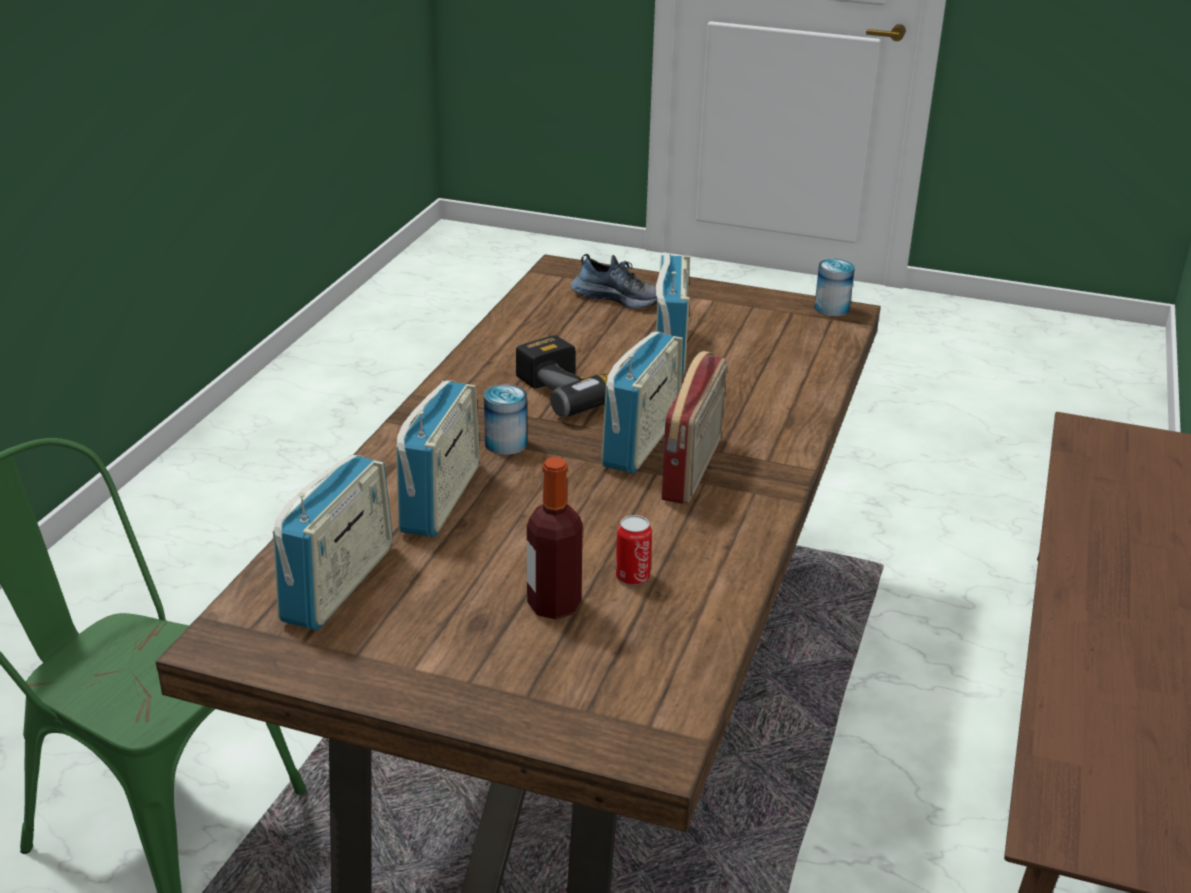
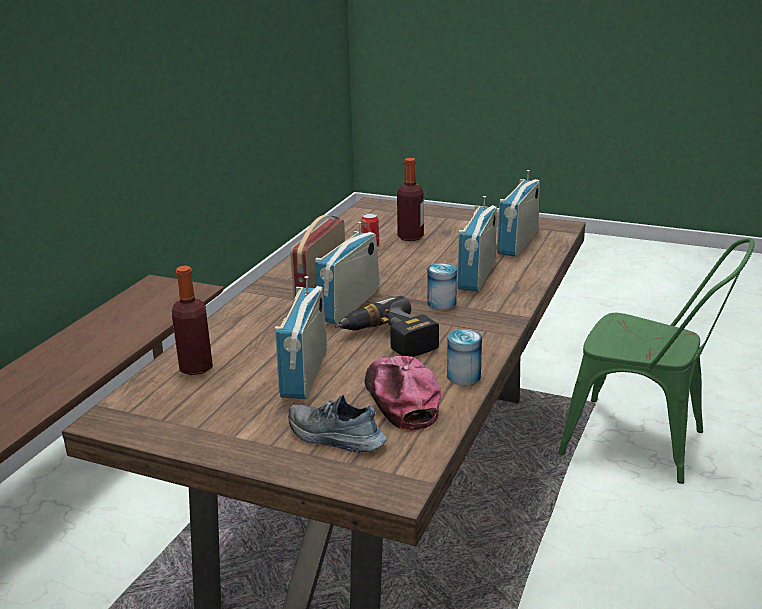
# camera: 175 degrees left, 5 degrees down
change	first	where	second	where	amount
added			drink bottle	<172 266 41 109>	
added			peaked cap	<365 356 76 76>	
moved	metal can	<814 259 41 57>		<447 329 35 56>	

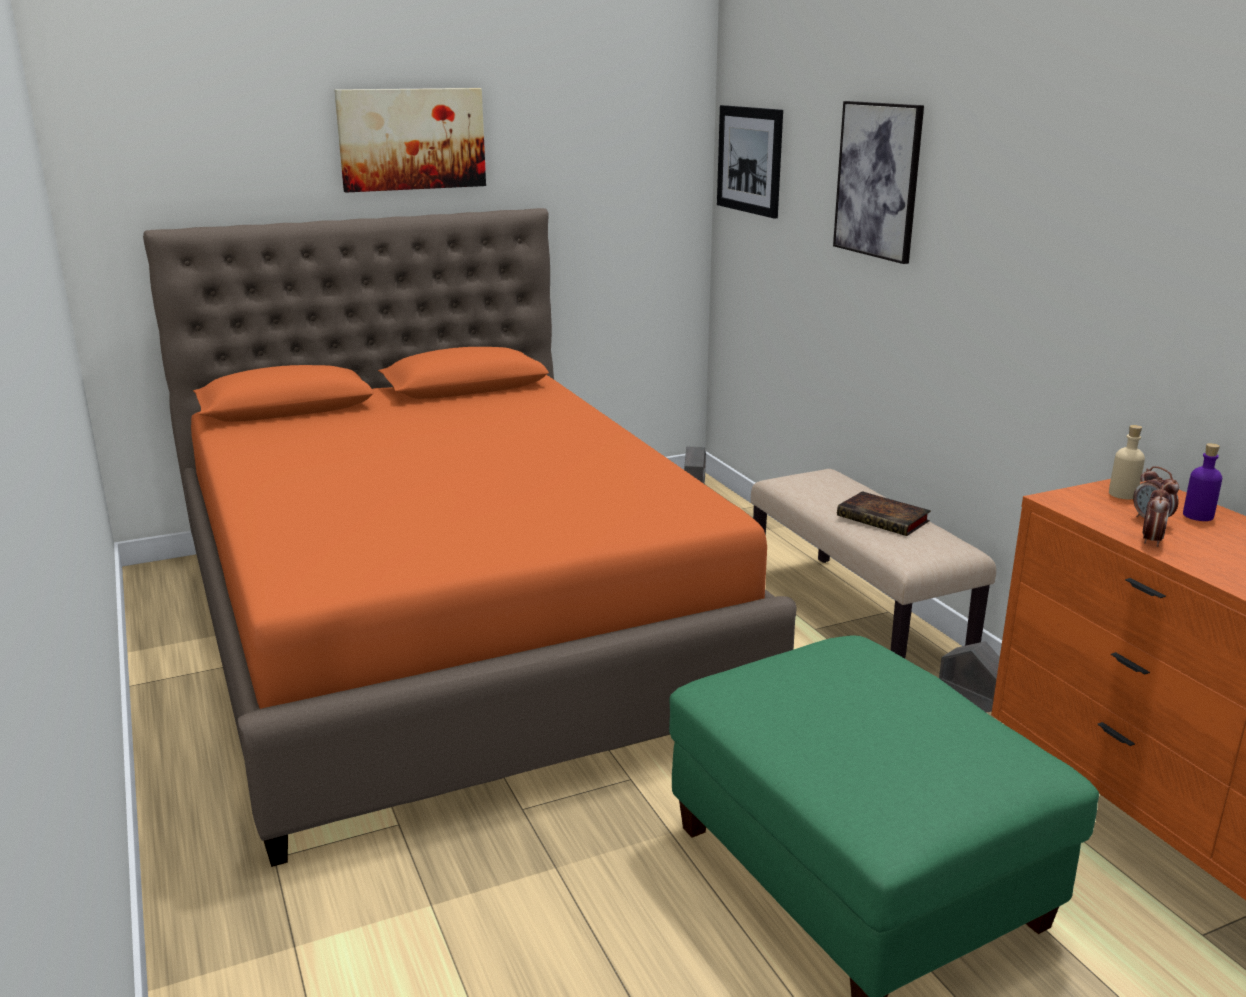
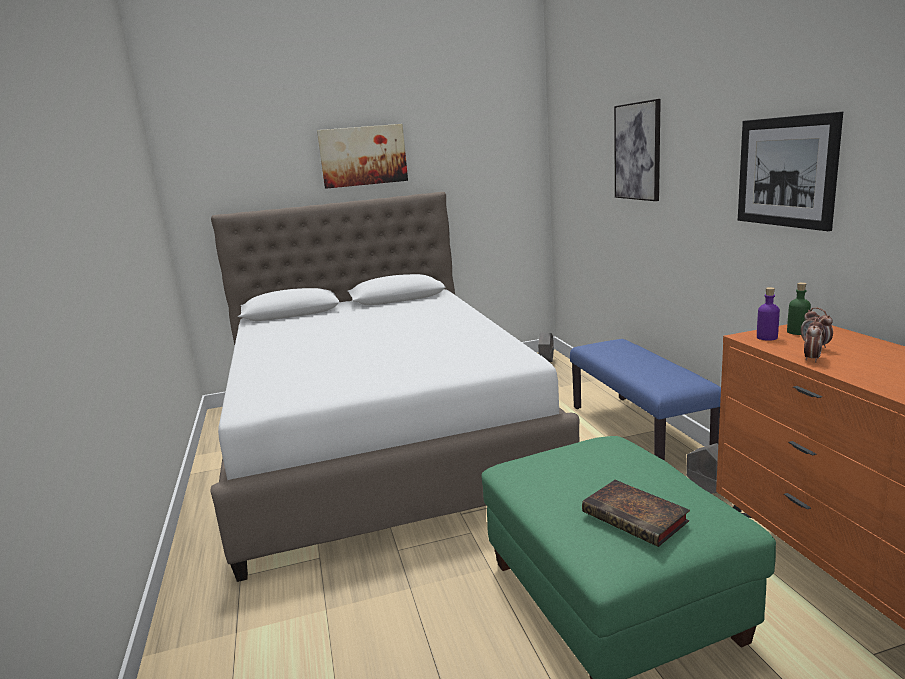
# camera: 10 degrees right, 5 degrees down
change	first	where	second	where	amount
recoloured	orange-coloured bedroom bed	<143 208 654 659>	white bedroom bed	<210 192 370 390>	
recoloured	beige-coloured indoor bench	<751 469 245 190>	bluish indoor bench	<570 339 151 122>	
moved	bound book	<837 491 94 45>		<582 480 108 67>	
moved	wall picture	<717 105 66 113>		<738 112 105 119>	
moved	purple-coloured drink bottle	<1183 443 39 78>		<757 287 23 54>	
recoloured	beige-coloured drink bottle	<1109 425 36 74>	greenish drink bottle	<787 282 24 53>	

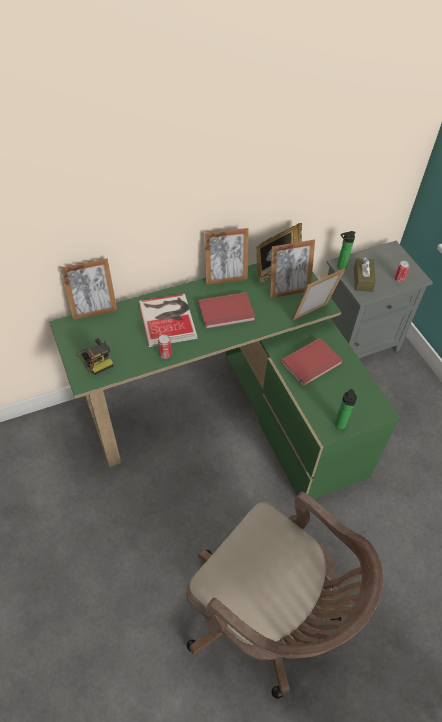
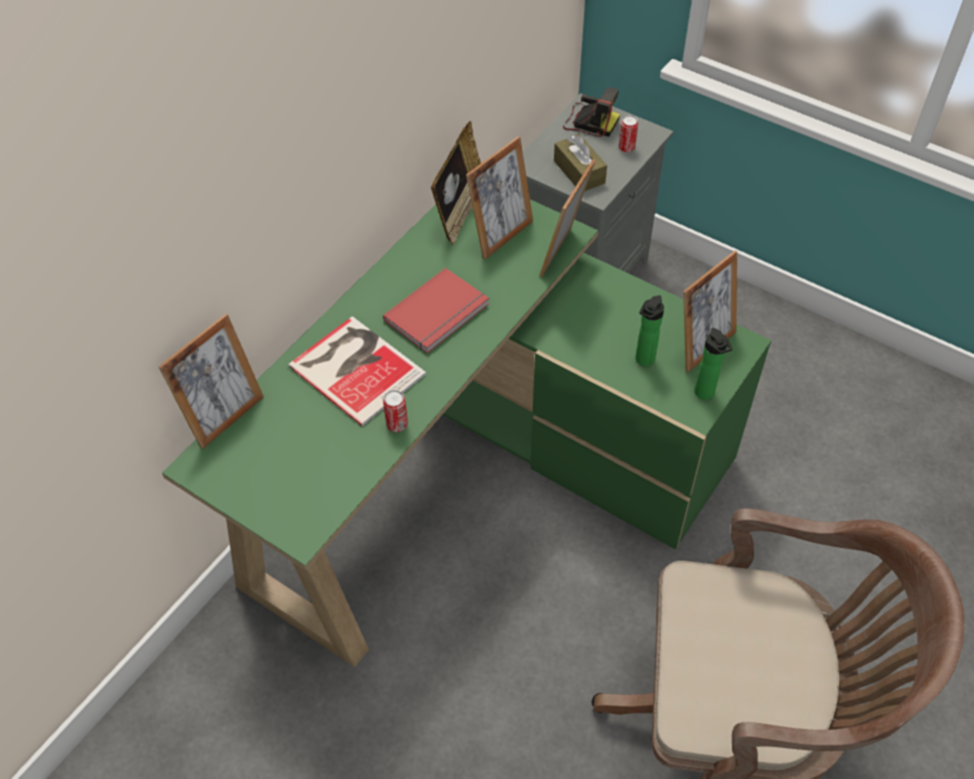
# camera: 30 degrees left, 0 degrees up
change	first	where	second	where	amount
moved	still camera	<76 338 37 37>		<563 87 57 50>	
moved	drink bottle	<337 231 18 39>		<635 295 29 71>	
moved	standing frame	<204 228 45 57>		<683 251 54 122>	
removed	red bound book	<281 338 62 49>			

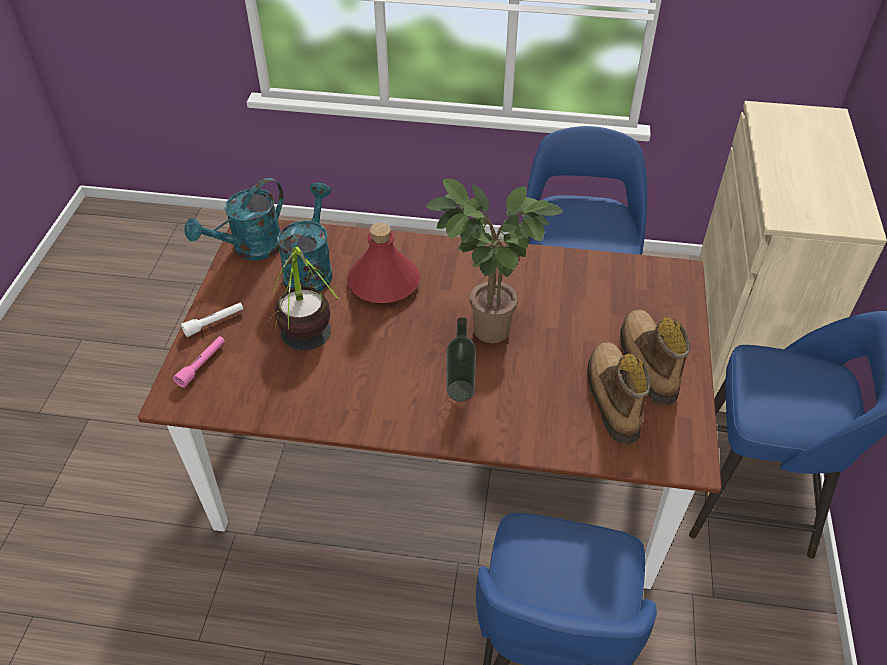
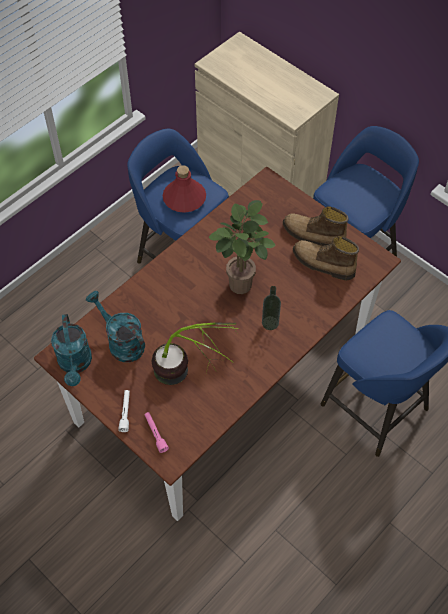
# camera: 55 degrees left, 10 degrees up
change	first	where	second	where	amount
moved	red drink bottle	<347 223 73 80>		<163 165 43 48>	

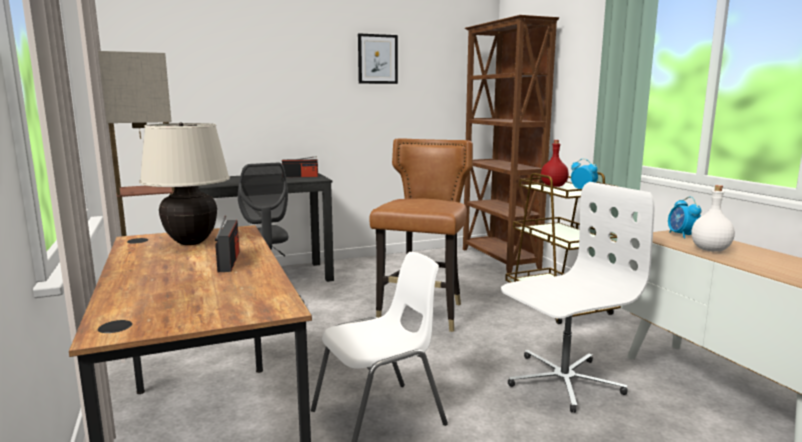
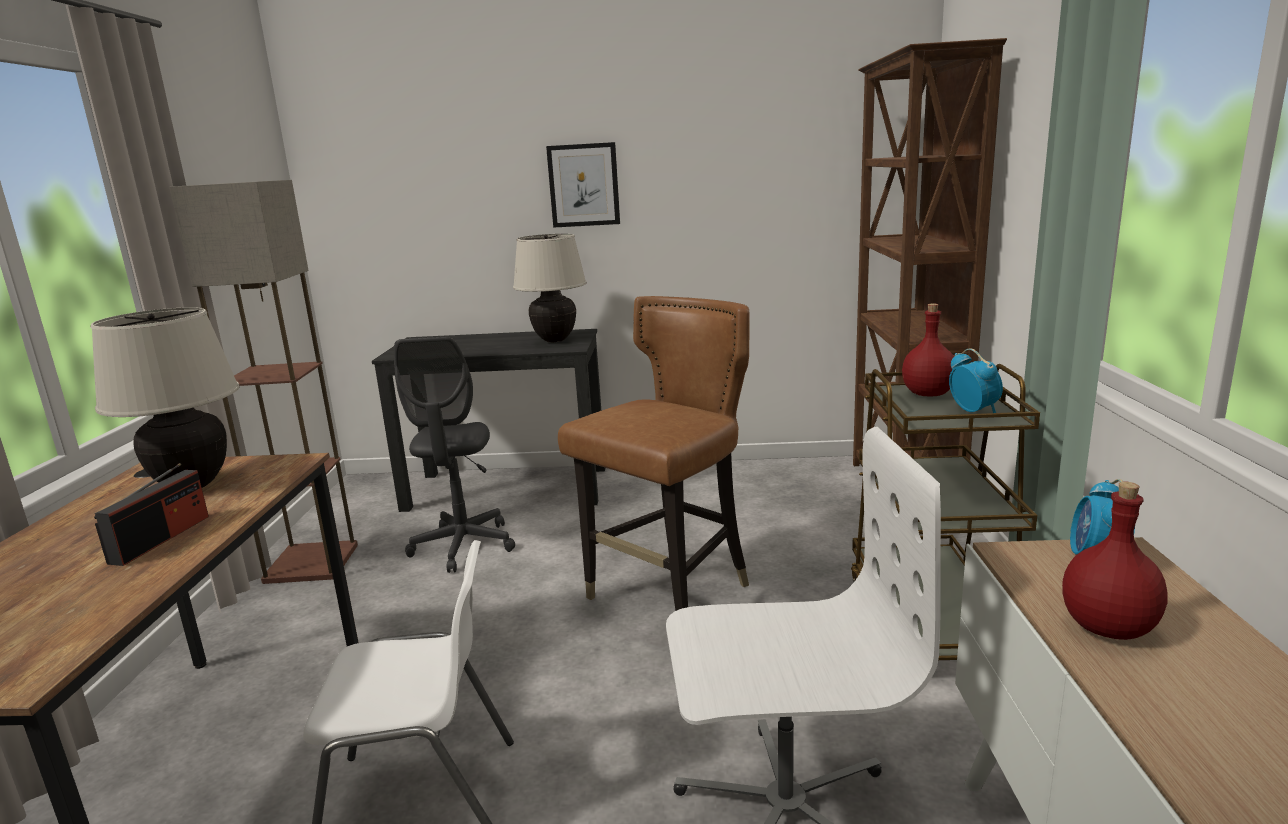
# camera: 25 degrees right, 5 degrees up
change	first	where	second	where	amount
replaced	radio	<282 156 36 21>	beige-coloured table lamp	<513 234 74 108>	
moved	wall picture	<358 33 40 51>		<546 142 74 86>	
recoloured	white drink bottle	<691 185 44 67>	red drink bottle	<1062 482 106 158>	

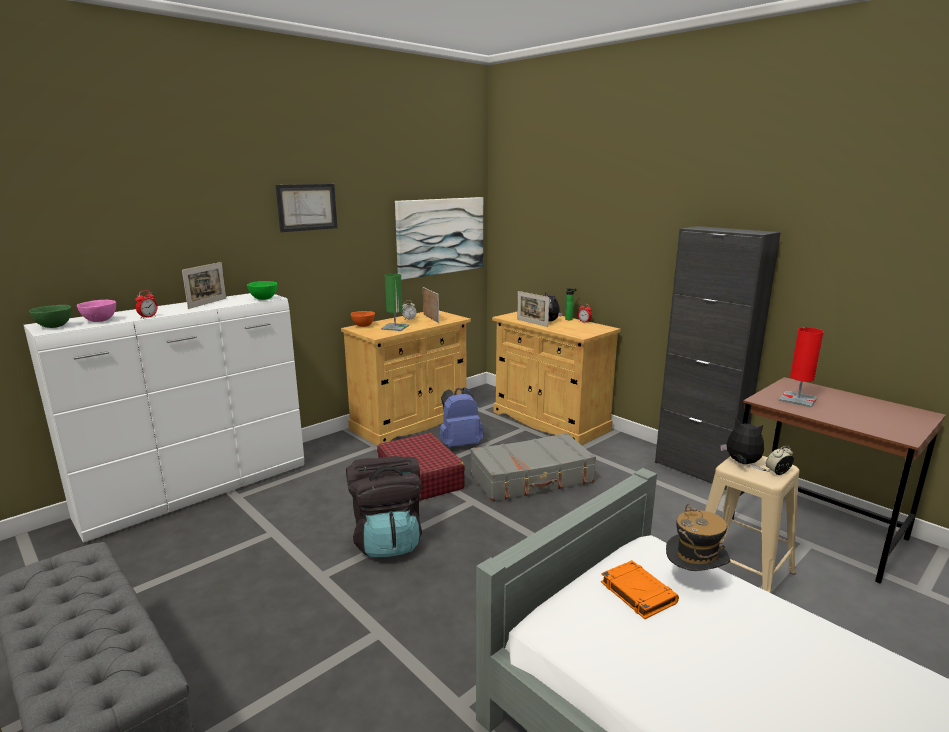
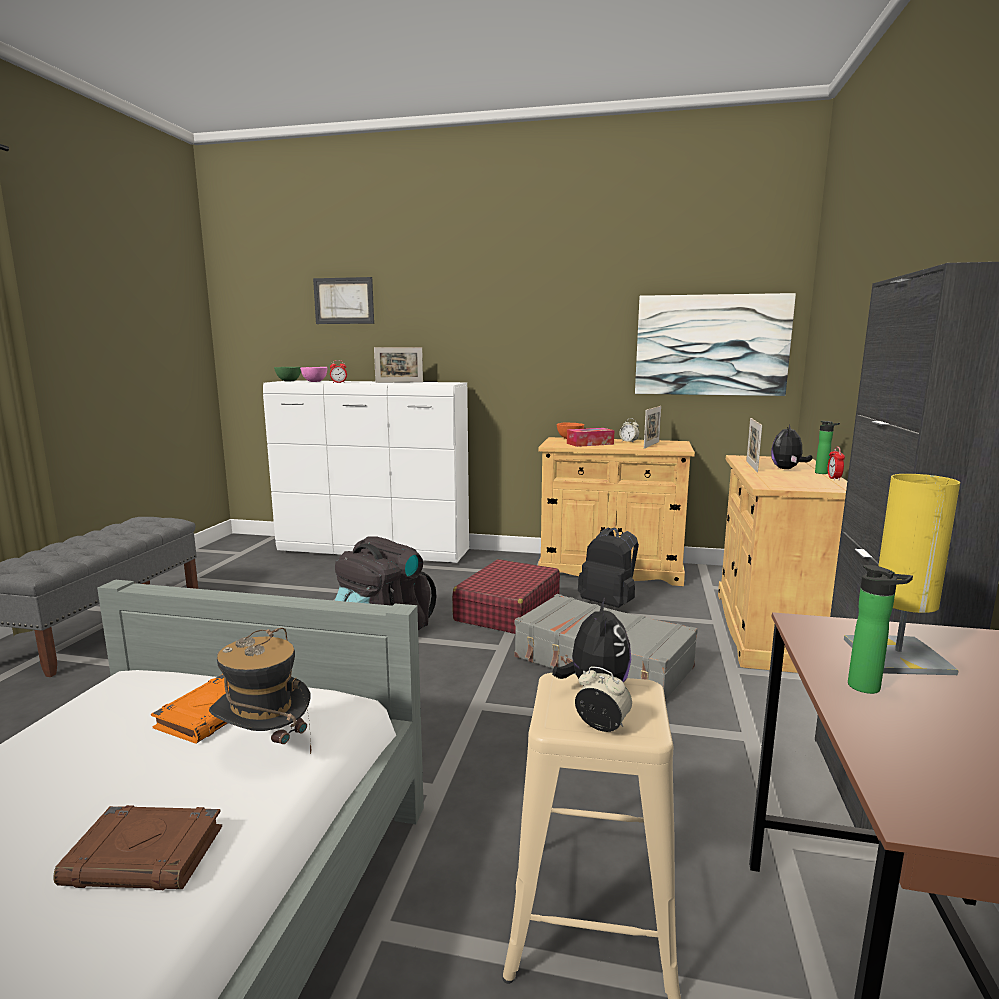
# camera: 55 degrees right, 5 degrees down
change	first	where	second	where	amount
added			brown bound book	<53 805 169 85>	
moved	wall picture	<276 184 61 48>		<313 277 61 47>	
replaced	greenish table lamp	<381 274 28 57>	box of tissues	<567 428 47 19>	
recoloured	bluish backpack	<440 387 43 60>	black-coloured backpack	<578 527 61 81>	
recoloured	red table lamp	<779 327 45 81>	yellowish table lamp	<844 474 116 201>	
added			drink bottle	<848 565 65 129>	
removed	greenish serving bowl	<247 281 30 19>			

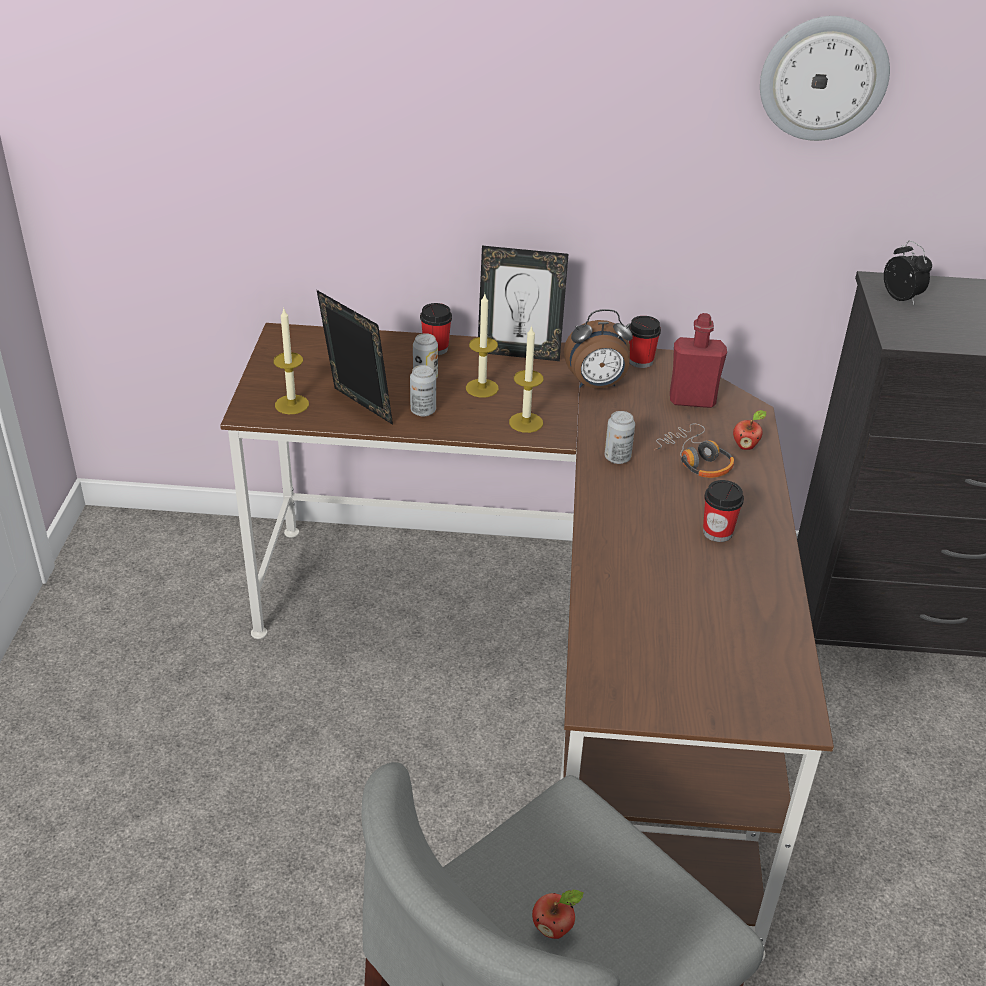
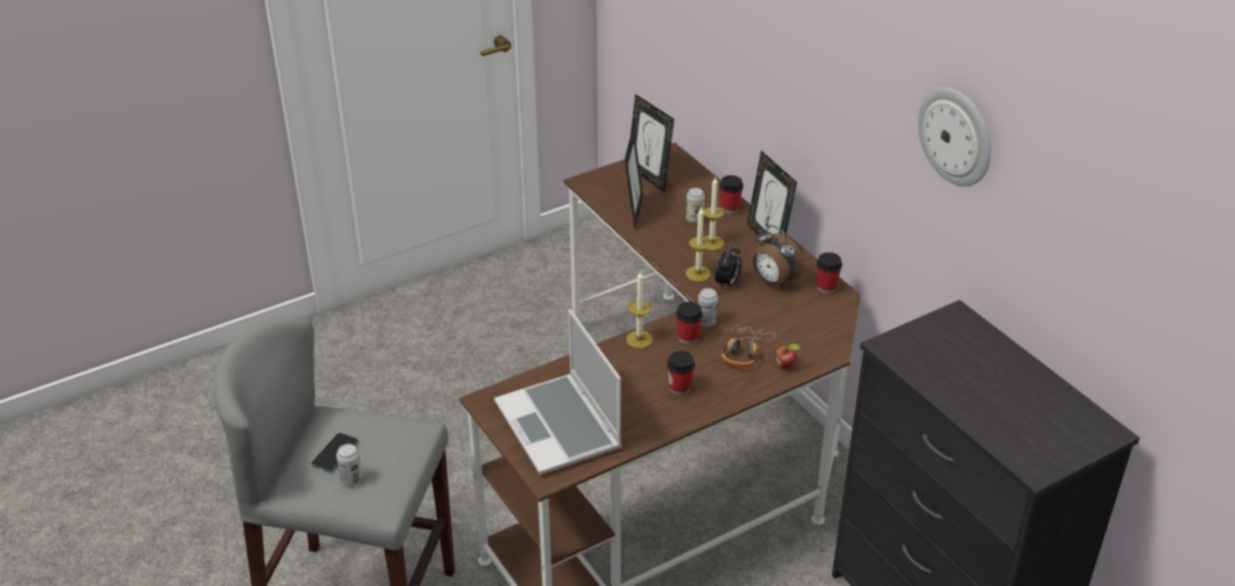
# camera: 55 degrees right, 0 degrees up
change	first	where	second	where	amount
replaced	apple	<532 889 52 50>	phone	<311 433 48 39>	
moved	metal can	<410 365 26 52>		<336 444 27 42>	
added			laptop	<494 309 128 166>	
moved	wax candle	<273 307 36 107>		<626 271 27 77>	
added			standing frame	<631 94 43 98>	
added			small cup	<676 302 27 42>	
moved	alarm clock	<884 241 48 64>		<715 245 27 43>	
removed	red drink bottle	<670 313 57 95>			

